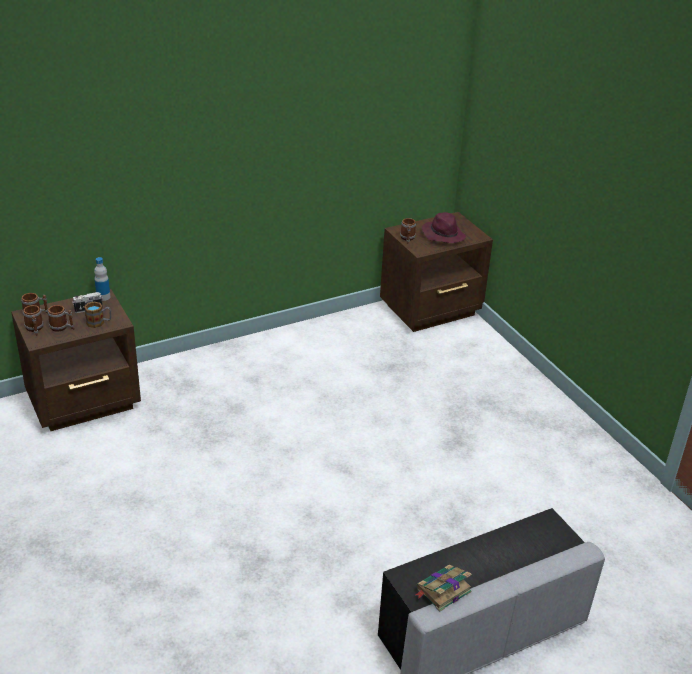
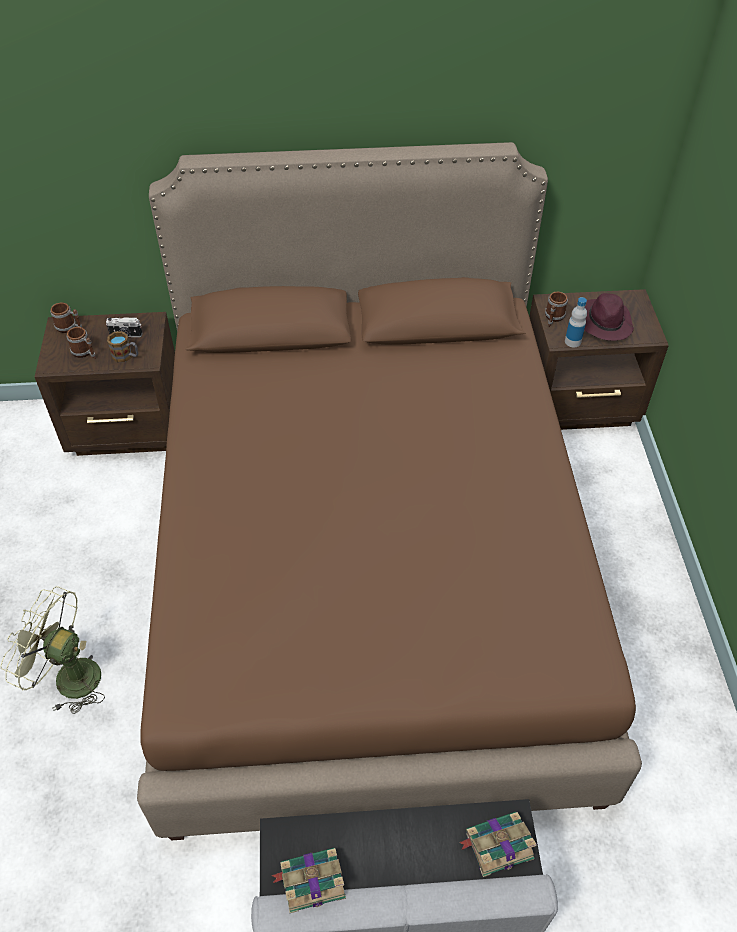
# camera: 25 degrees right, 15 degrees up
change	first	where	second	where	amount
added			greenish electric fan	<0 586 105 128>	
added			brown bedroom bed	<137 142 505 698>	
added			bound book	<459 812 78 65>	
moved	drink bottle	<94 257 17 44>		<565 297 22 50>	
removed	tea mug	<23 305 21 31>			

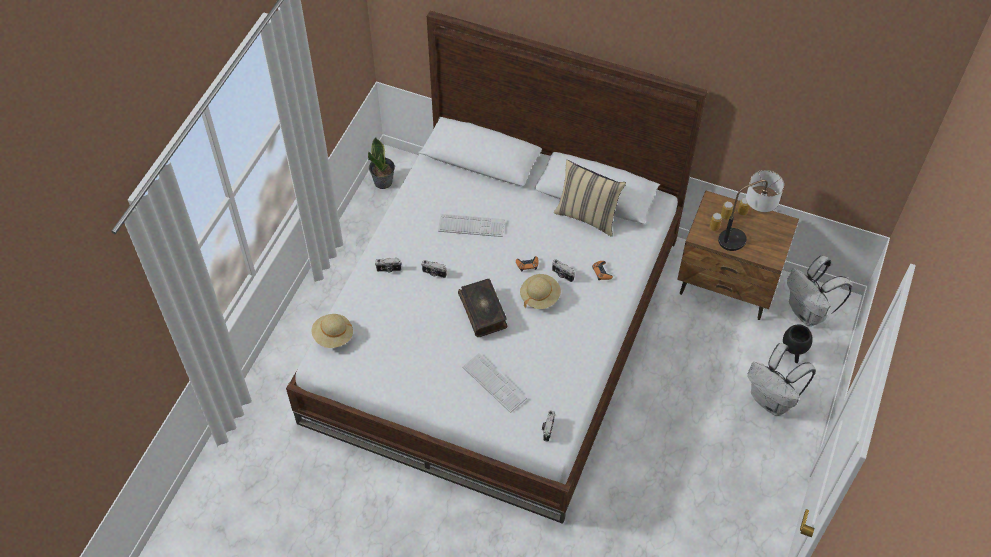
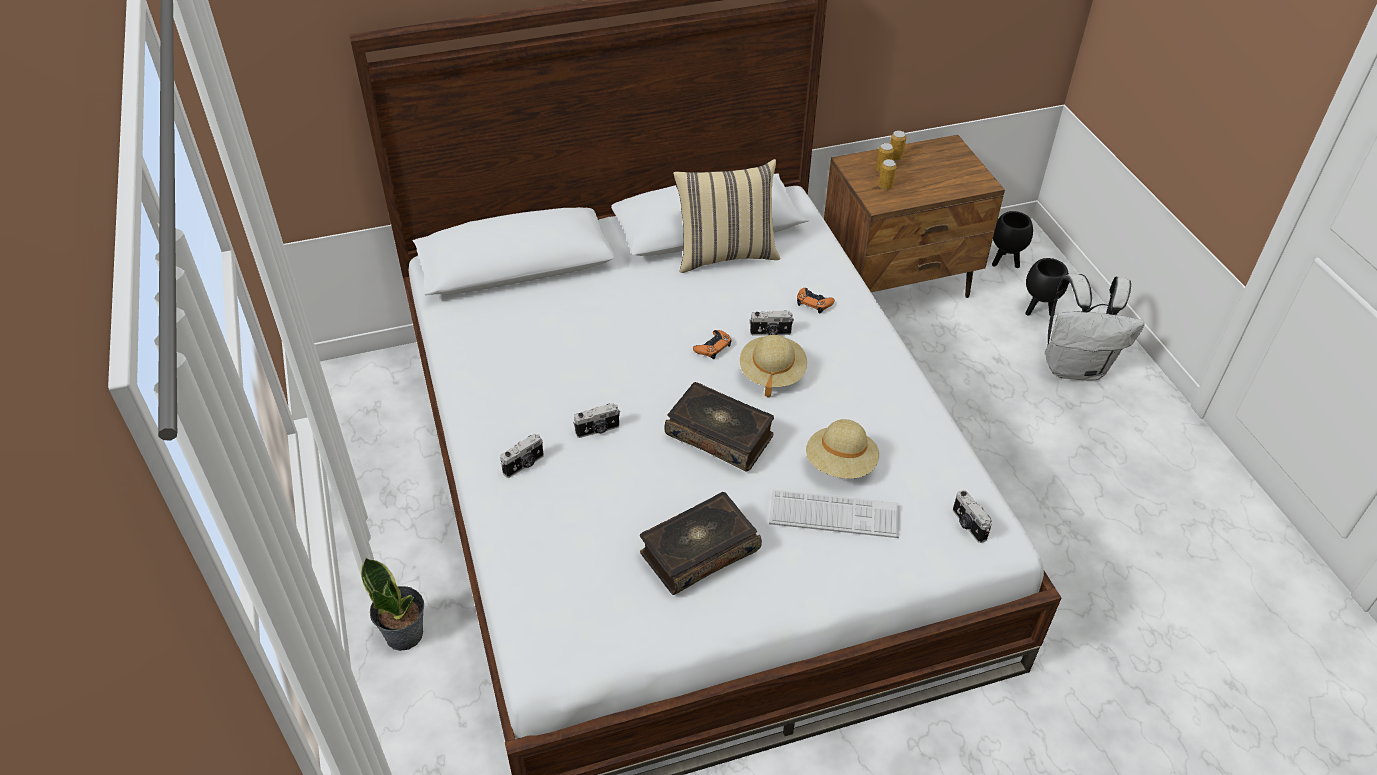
# camera: 40 degrees left, 10 degrees down
change	first	where	second	where	amount
moved	plant in a pot	<368 137 27 52>		<361 557 63 94>	
added			bound book	<640 492 122 103>	
moved	beige-coloured clothing hat	<312 314 41 34>		<806 419 73 60>	
replaced	white backpack	<787 256 65 70>	black-coloured flower pot	<992 211 41 57>	
removed	PC keyboard	<438 214 67 23>			
removed	table lamp	<718 170 66 81>			

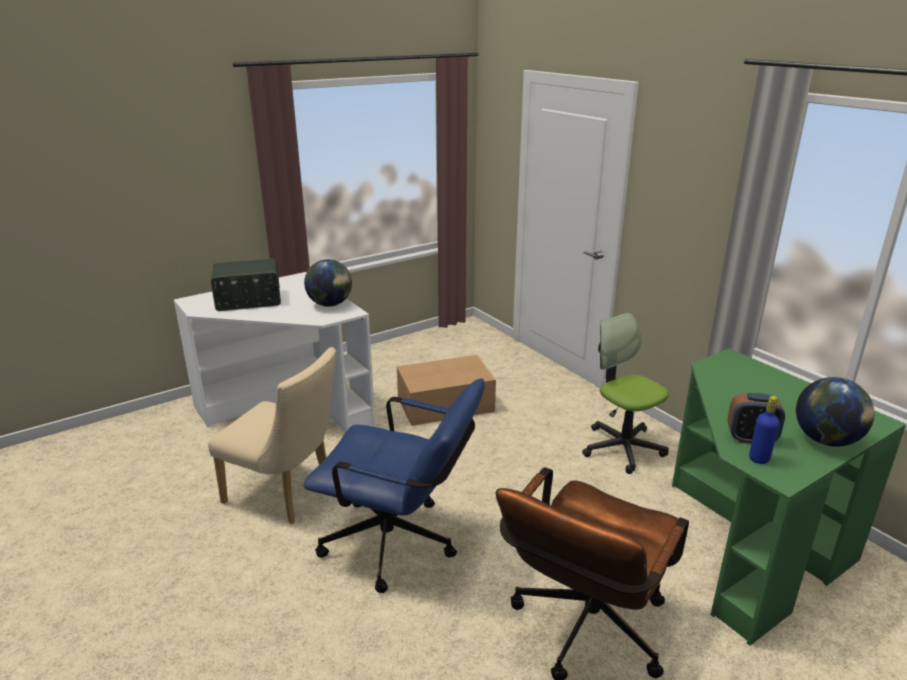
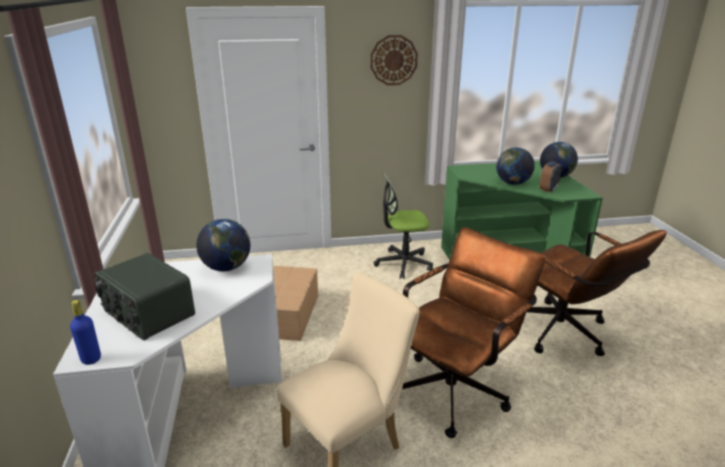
# camera: 65 degrees left, 0 degrees up
change	first	where	second	where	amount
moved	bluish drink bottle	<749 396 30 68>		<70 300 31 65>	
turned	radio	<211 259 70 52>		<94 253 101 87>	120 degrees clockwise
added			wall clock	<370 35 48 50>	
recoloured	bluish desk chair	<303 378 182 215>	brown desk chair	<402 227 144 211>	
added			globe	<496 147 39 38>	

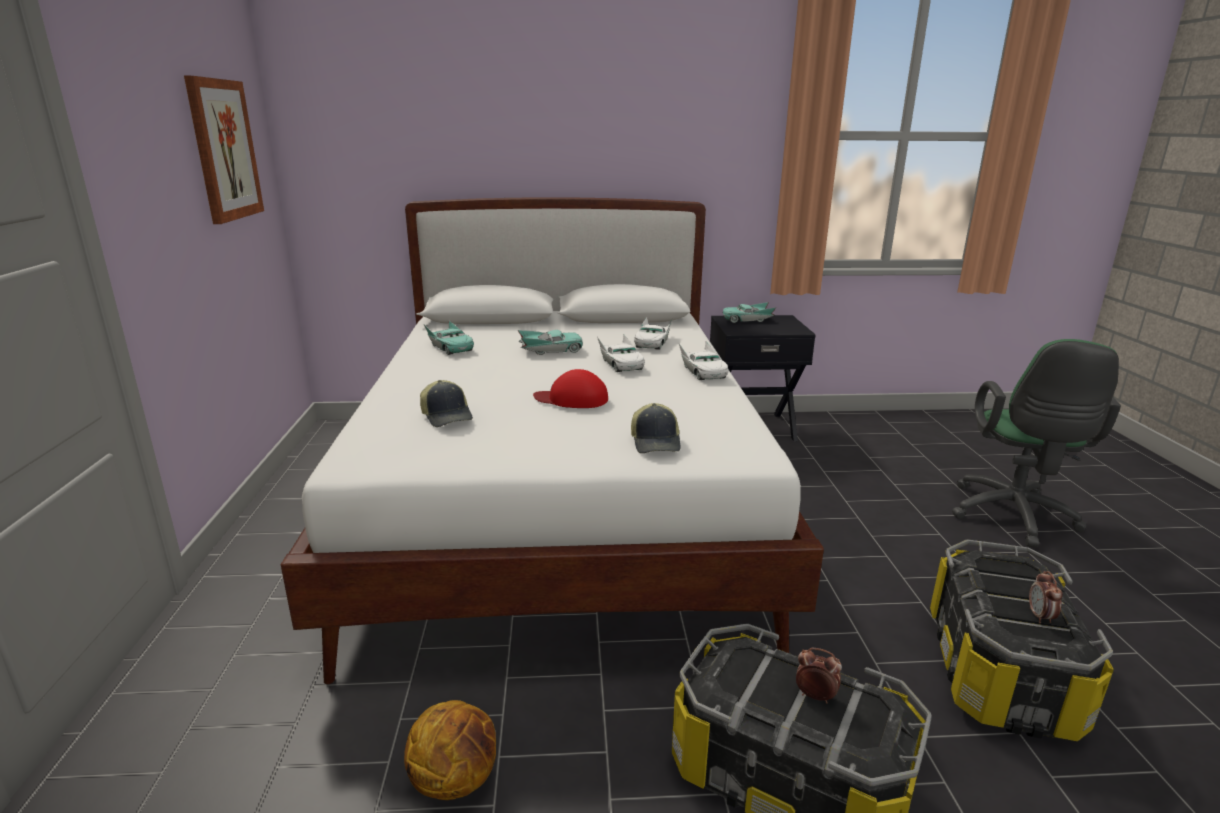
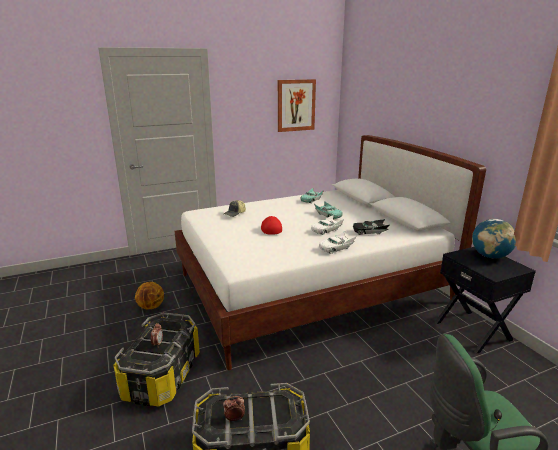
# camera: 70 degrees right, 0 degrees up
change	first	where	second	where	amount
recoloured	white miniature car	<634 317 38 33>	black-coloured miniature car	<353 219 36 16>	
replaced	blue-green miniature car	<722 302 55 21>	globe	<472 219 44 39>	
removed	peaked cap	<631 403 50 50>			

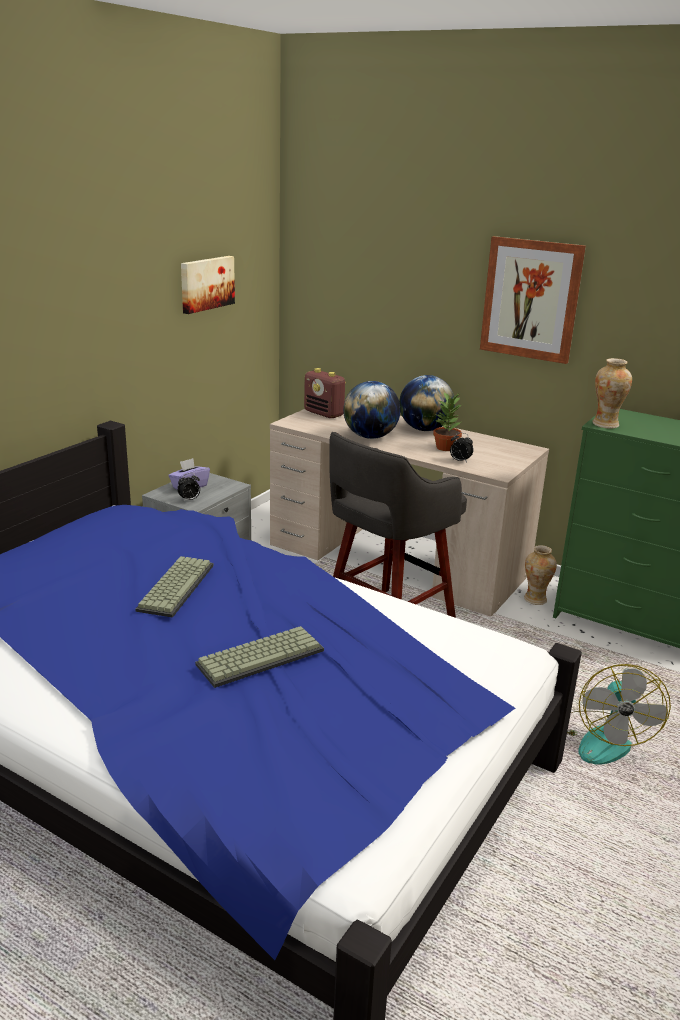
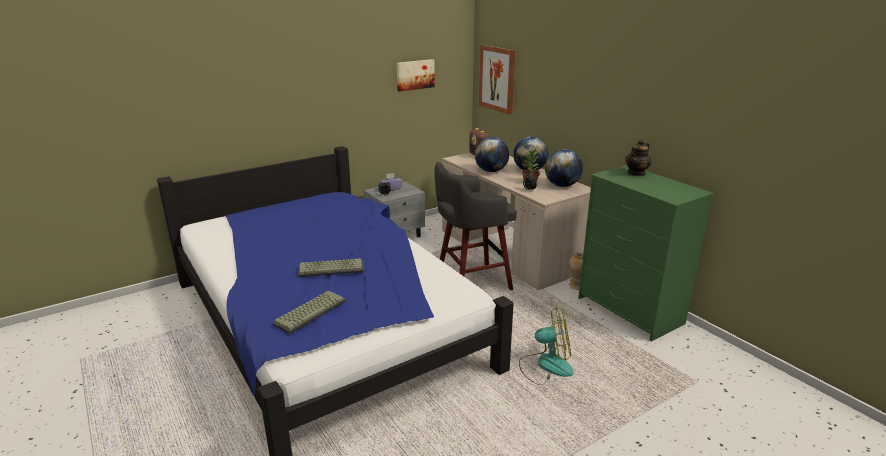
# camera: 25 degrees right, 0 degrees up
change	first	where	second	where	amount
moved	PC keyboard	<136 556 78 62>		<273 291 73 43>	
moved	wall picture	<480 236 106 128>		<479 45 37 70>	
turned	electric fan	<567 664 104 101>		<519 307 55 78>	120 degrees counterclockwise
added			globe	<545 149 38 38>	
added			tea pot	<625 139 27 37>	
removed	decorative vase	<592 358 40 71>			

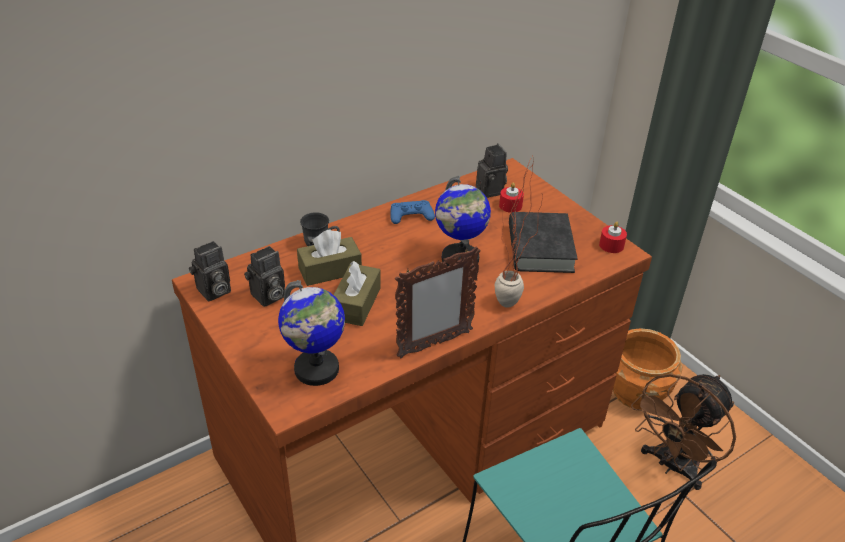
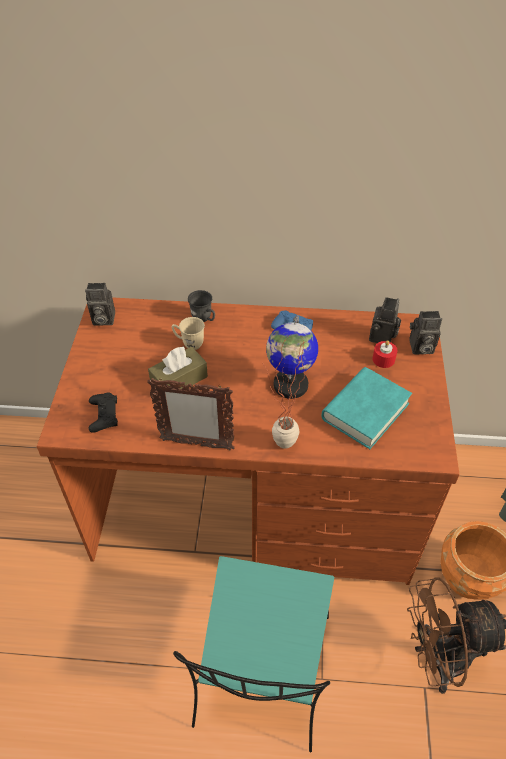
# camera: 40 degrees right, 10 degrees up
change	first	where	second	where	amount
replaced	globe	<278 280 67 106>	black-coloured gamepad	<88 393 30 40>	
replaced	brown box of tissues	<297 229 65 57>	beige-coloured tea mug	<172 317 33 33>	
recoloured	black-coloured bound book	<509 212 69 61>	blue-green bound book	<321 367 91 82>	
moved	still camera	<244 246 41 61>		<409 311 33 43>	
removed	red wax candle	<599 222 28 31>			

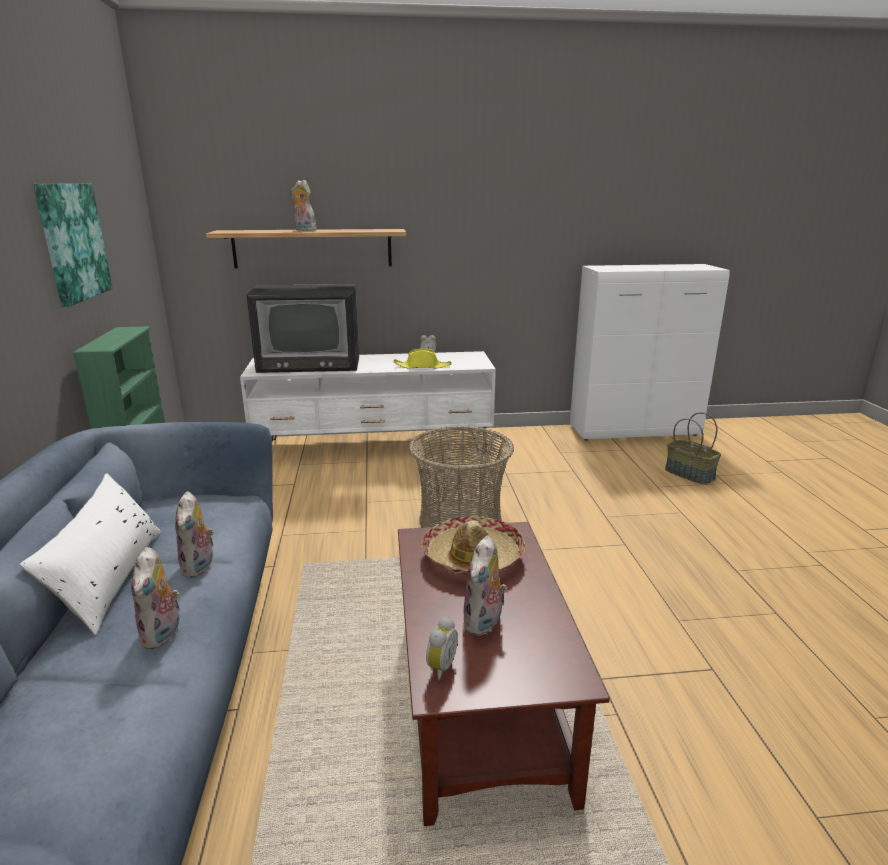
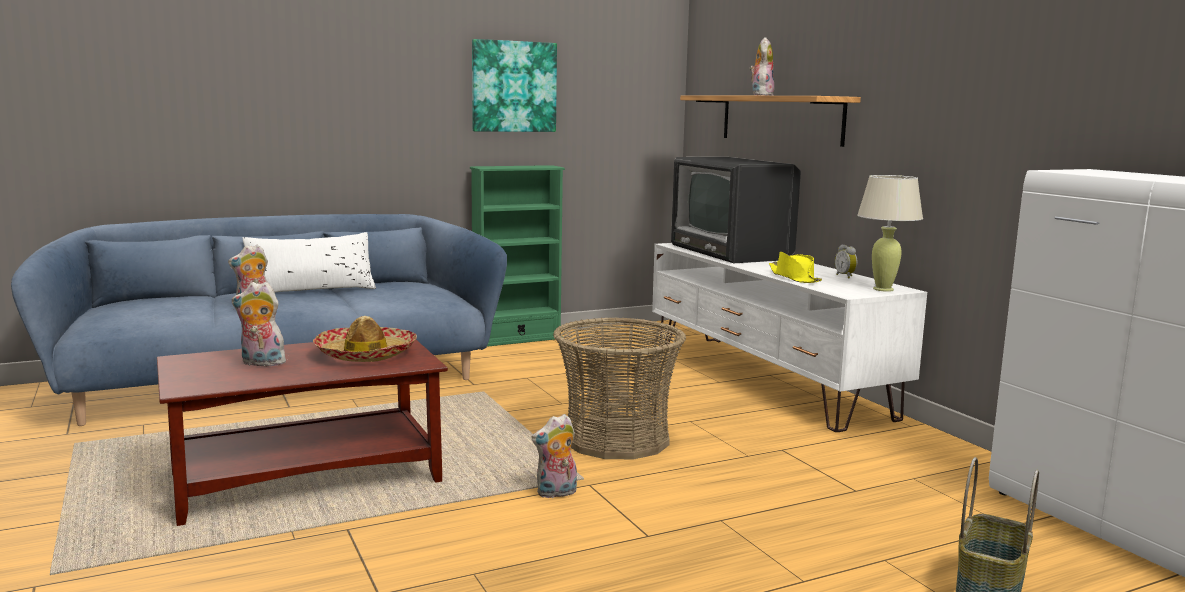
# camera: 70 degrees right, 10 degrees down
change	first	where	second	where	amount
moved	plush toy	<175 491 39 86>		<531 414 46 85>	
added			beige-coloured table lamp	<857 175 66 117>	
removed	alarm clock	<426 616 32 64>			

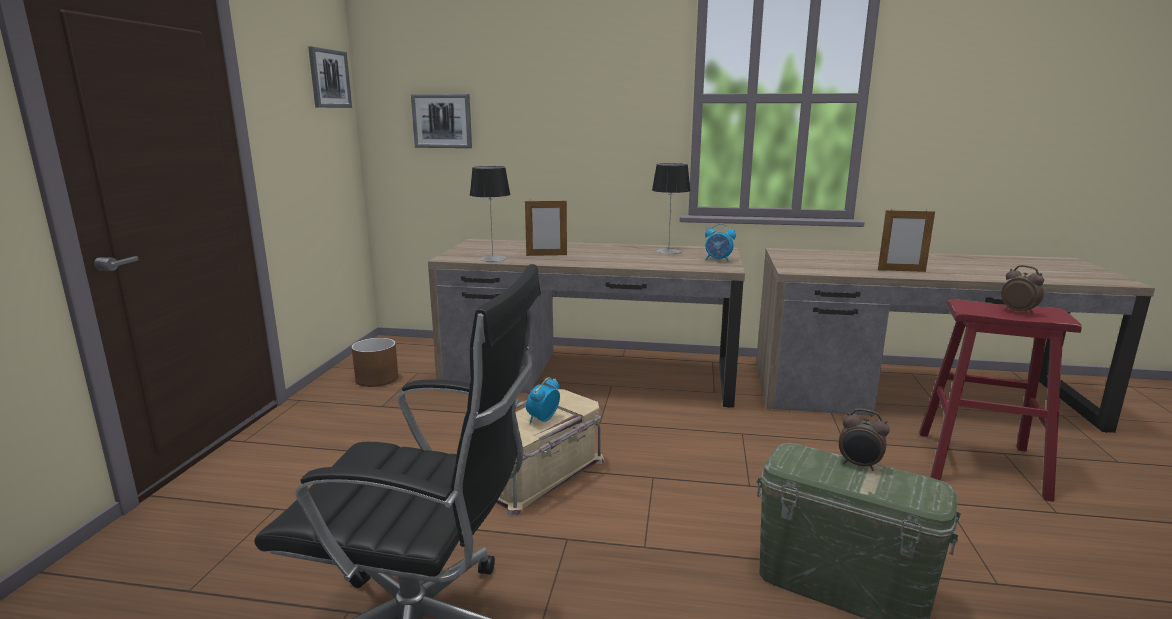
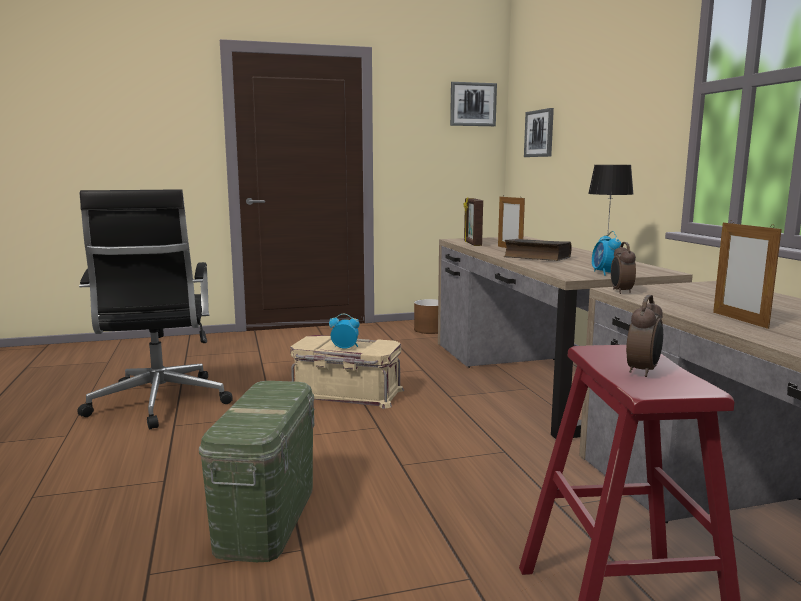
# camera: 65 degrees right, 5 degrees down
change	first	where	second	where	amount
replaced	table lamp	<470 166 41 96>	standing frame	<464 197 19 49>	
added			bound book	<504 239 68 22>	
moved	alarm clock	<839 409 51 62>		<611 242 25 52>	

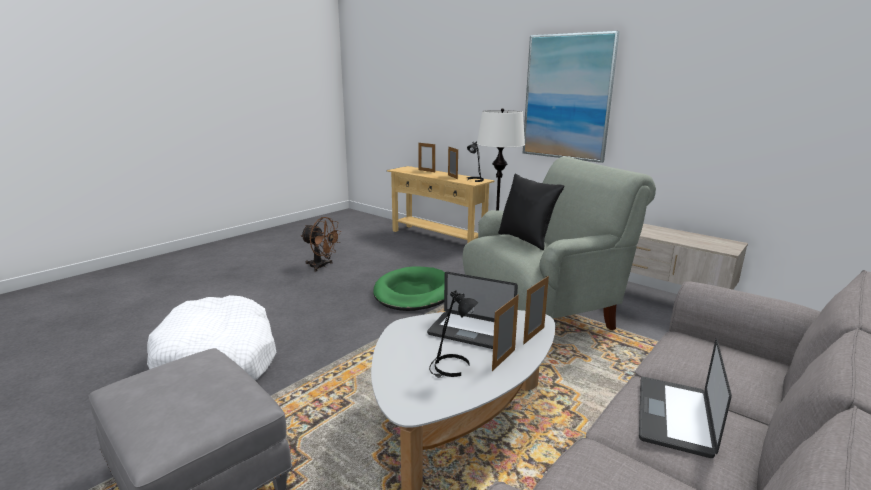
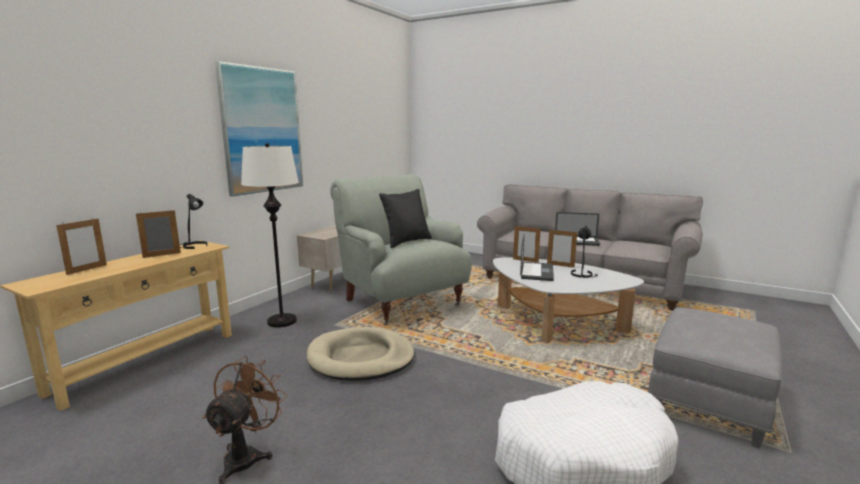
# camera: 100 degrees left, 5 degrees down
change	first	where	second	where	amount
recoloured	greenish pet bed	<373 266 72 45>	beige-coloured pet bed	<307 327 107 54>	

